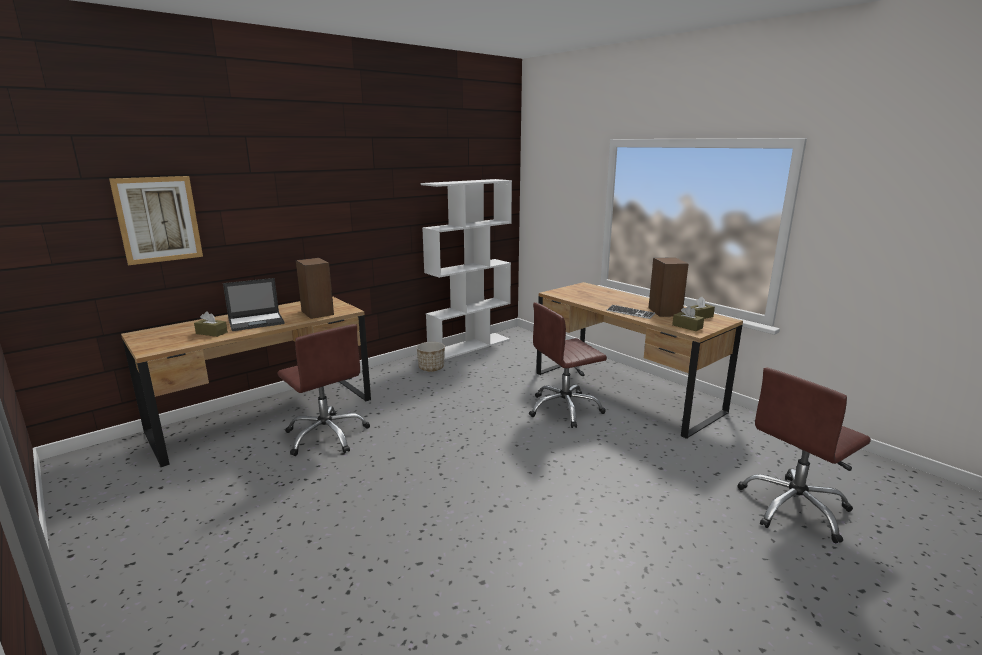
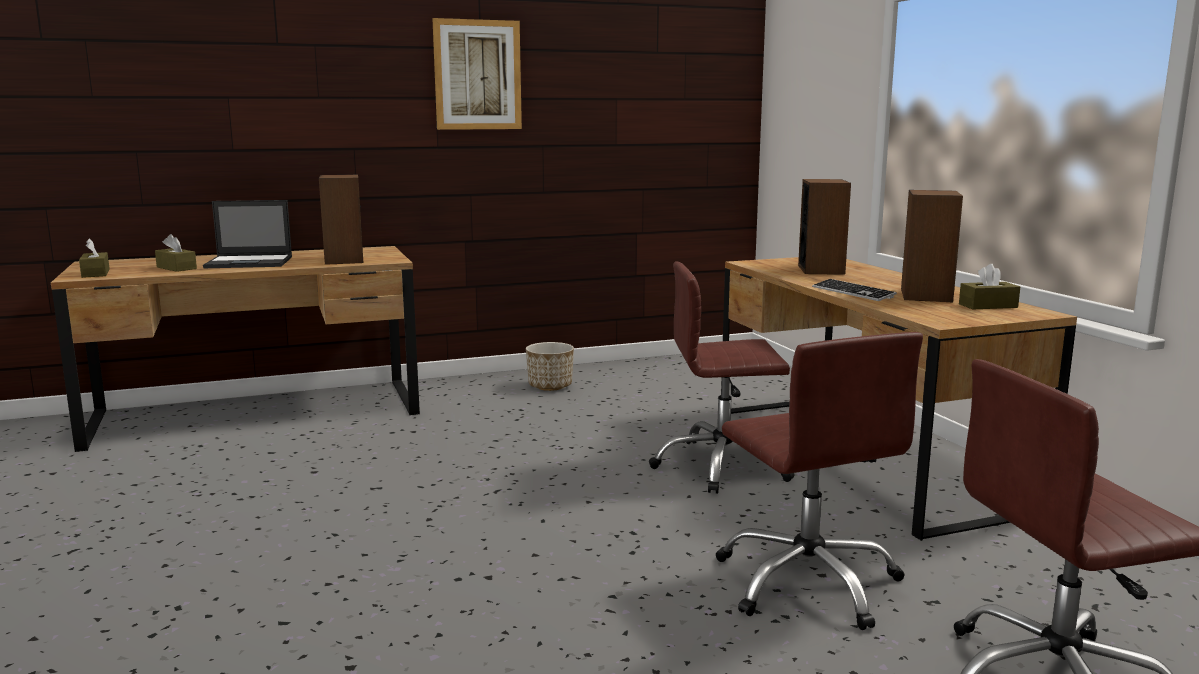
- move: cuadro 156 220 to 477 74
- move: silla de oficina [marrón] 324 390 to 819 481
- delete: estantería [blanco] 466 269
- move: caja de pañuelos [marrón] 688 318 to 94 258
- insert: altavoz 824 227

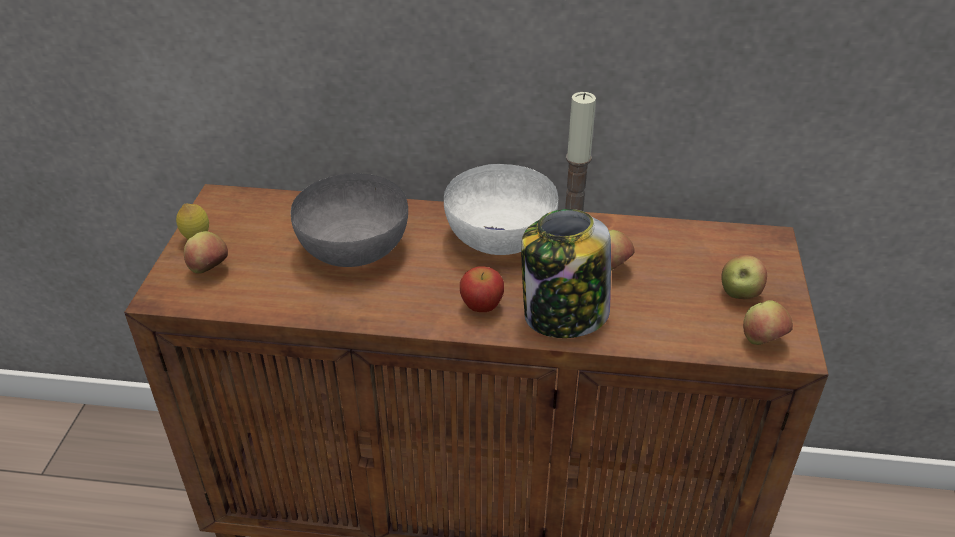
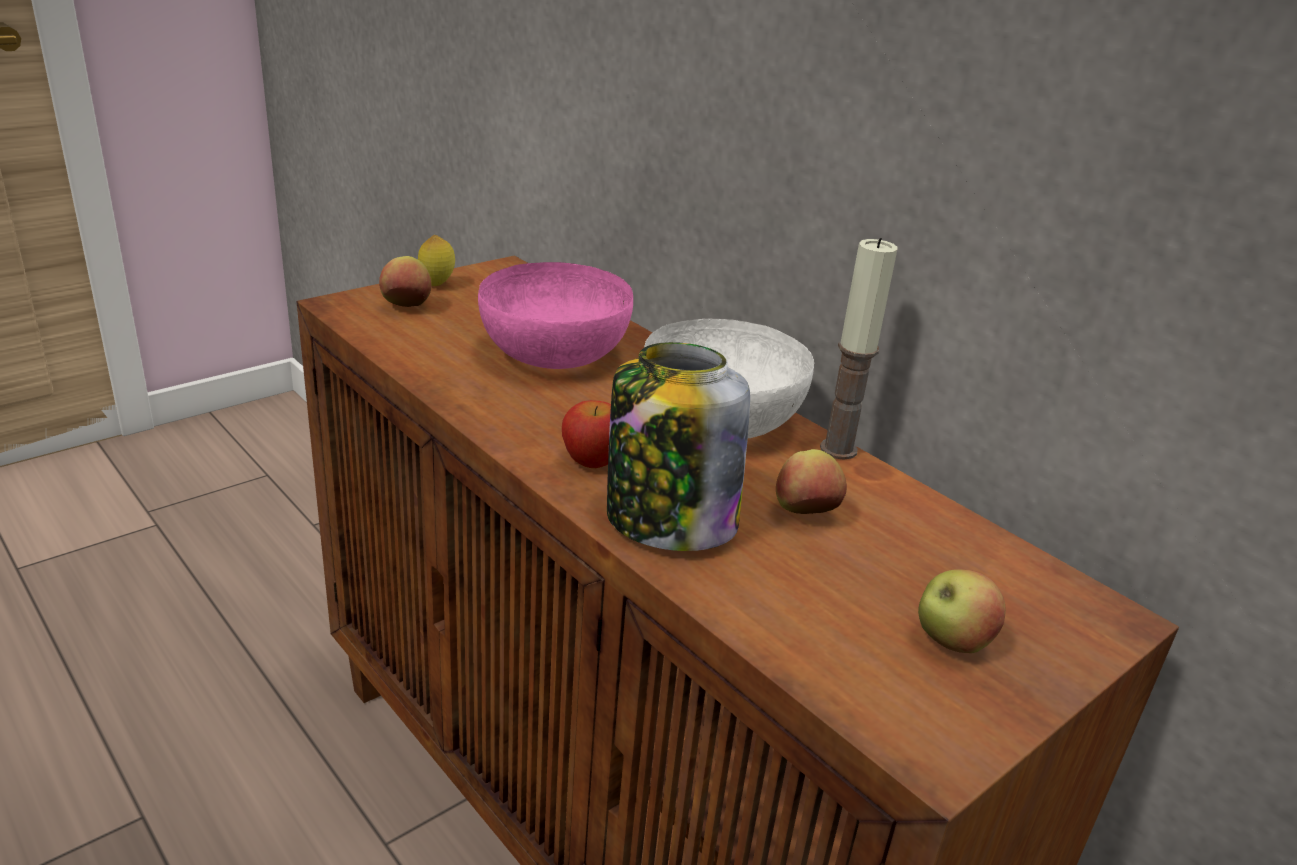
- recolor: cuenco [gris] 349 220 to cuenco [rosa] 555 315
- delete: manzana 768 322

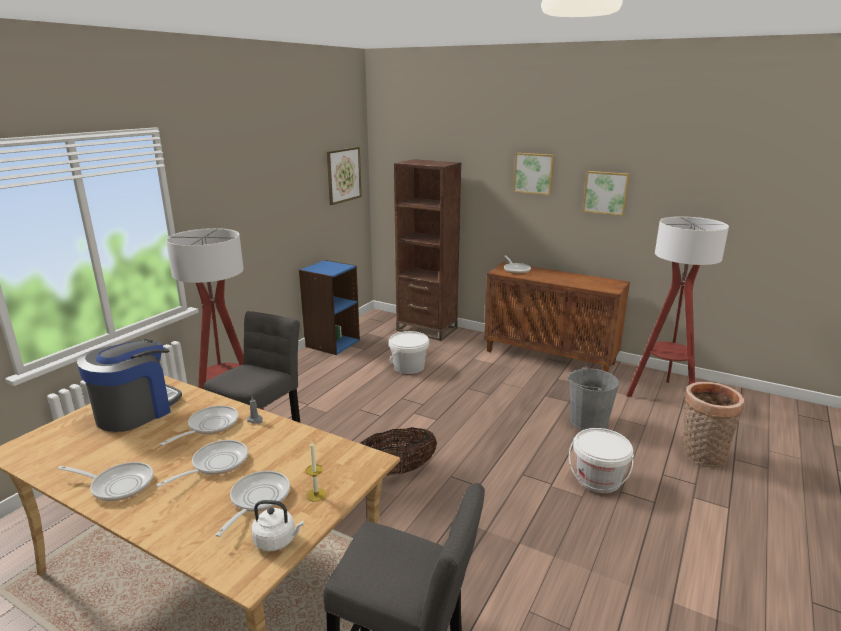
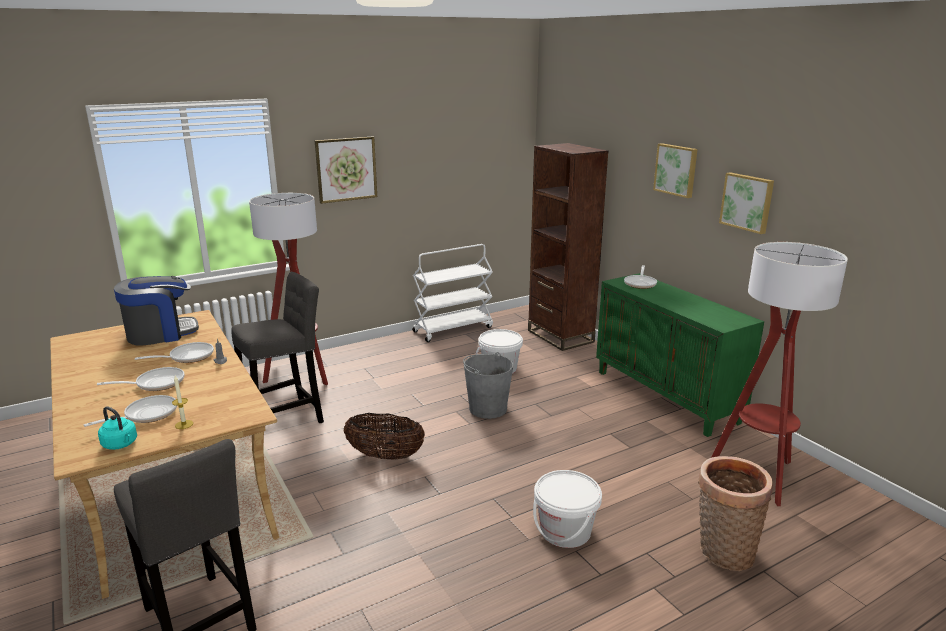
- delete: sartén 105 481
- recolor: hervidor [blanco] 277 525 to hervidor [turquesa] 117 428
- replace: estantería [azul] 329 307 to carrito [blanco] 452 293
- move: cuadro 344 176 to 346 170
- recolor: armario [marrón] 557 317 to armario [verde] 680 355
- move: cubo [gris] 593 398 to 488 385

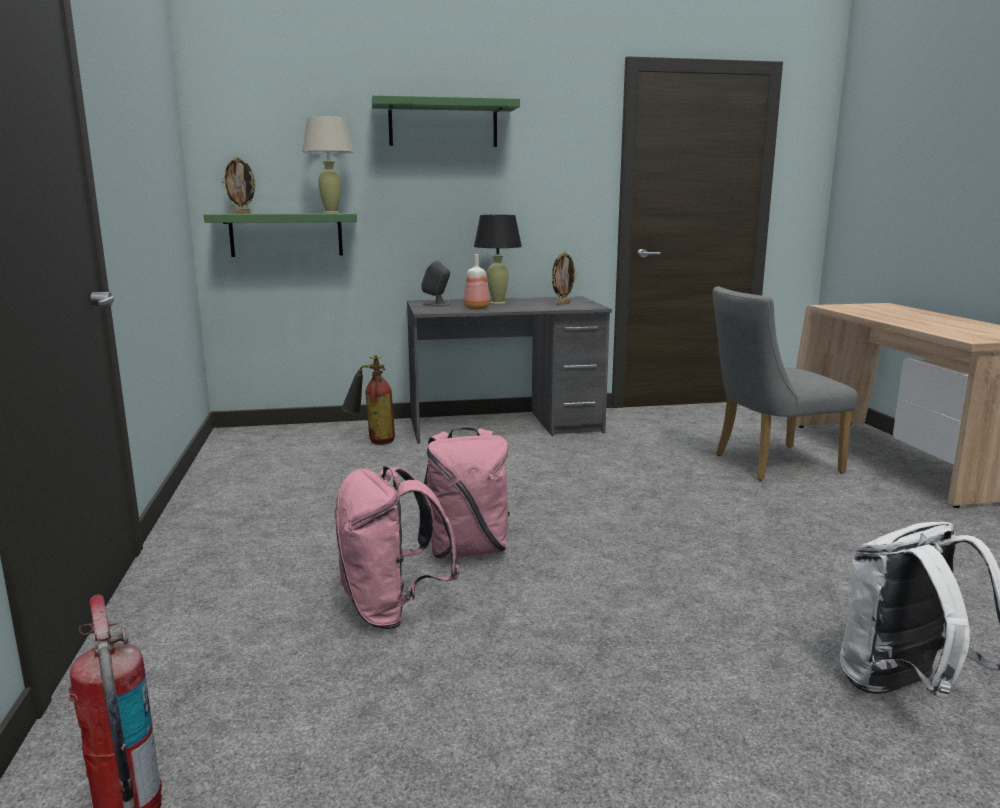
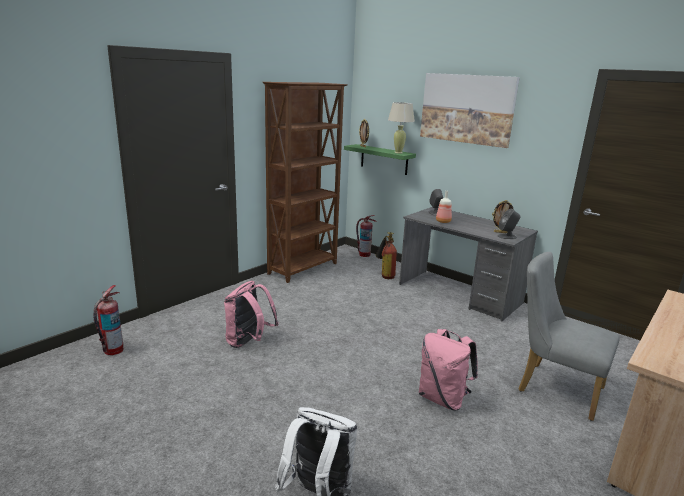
- replace: estante [verde] 446 121 to cuadro 470 110
- move: mochila [rosa] 467 492 to 448 369
- delete: lámpara de mesa [negro] 498 259
- insert: estantería [marrón] 305 182
- insert: extintor 366 236
- insert: altavoz [gris] 509 224

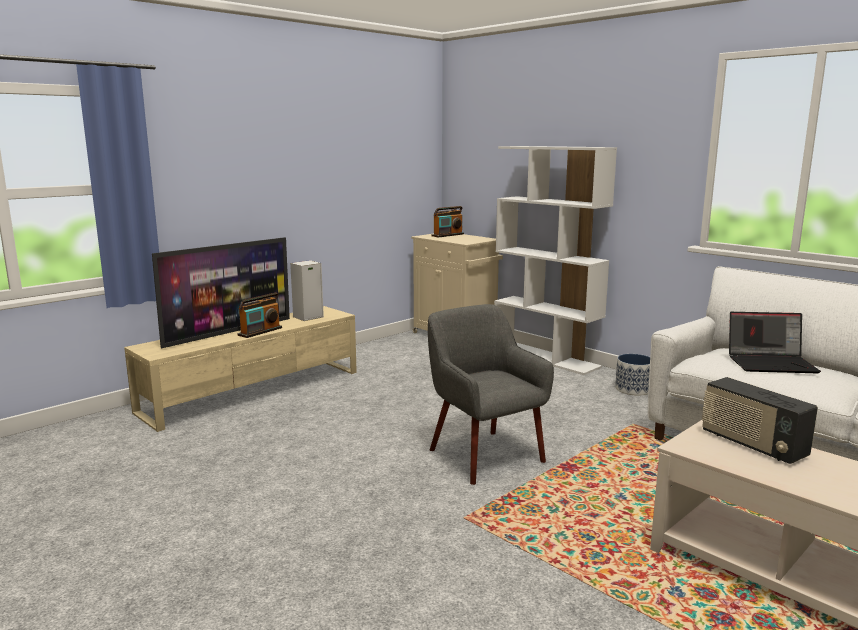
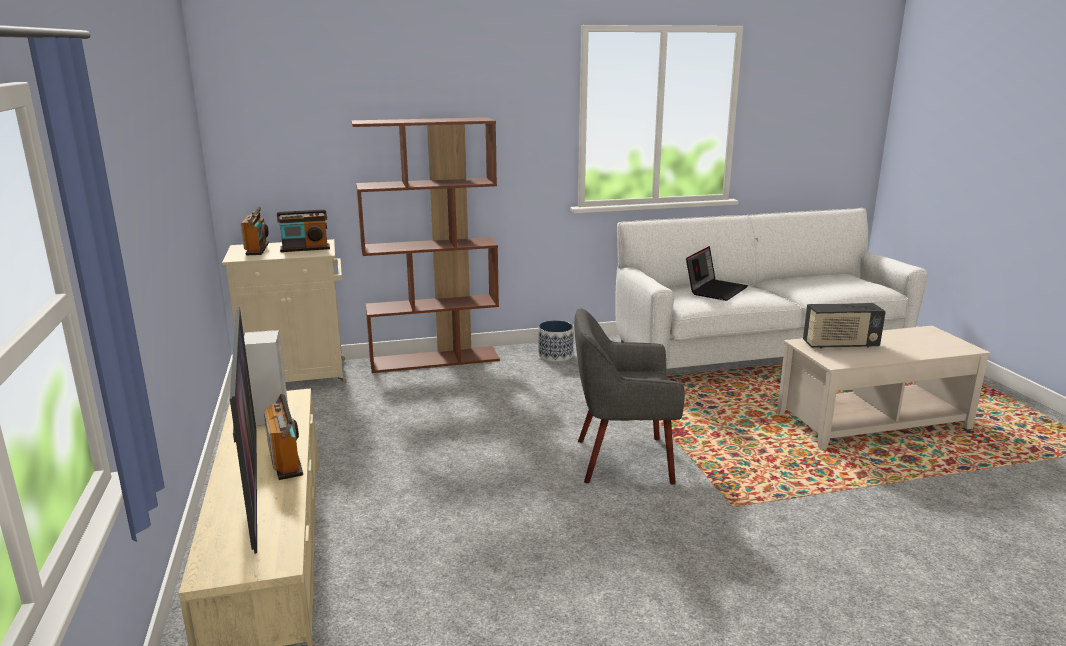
- recolor: estantería [blanco] 555 260 to estantería [marrón] 425 245
- insert: radio 303 231

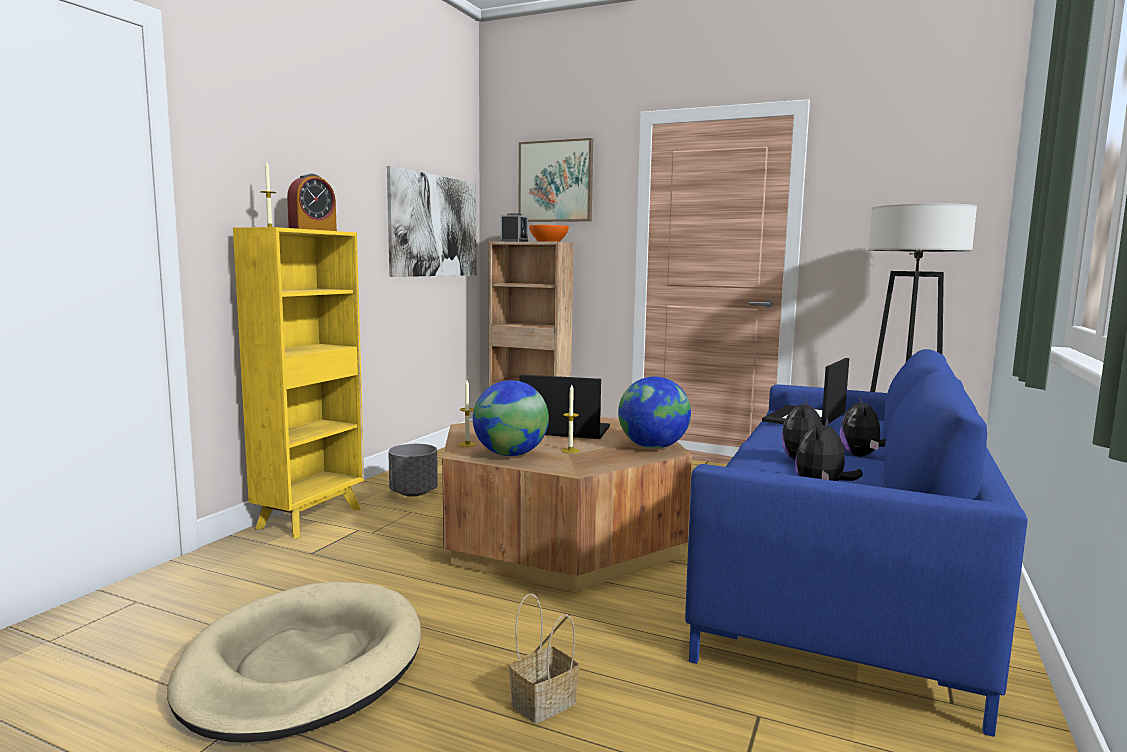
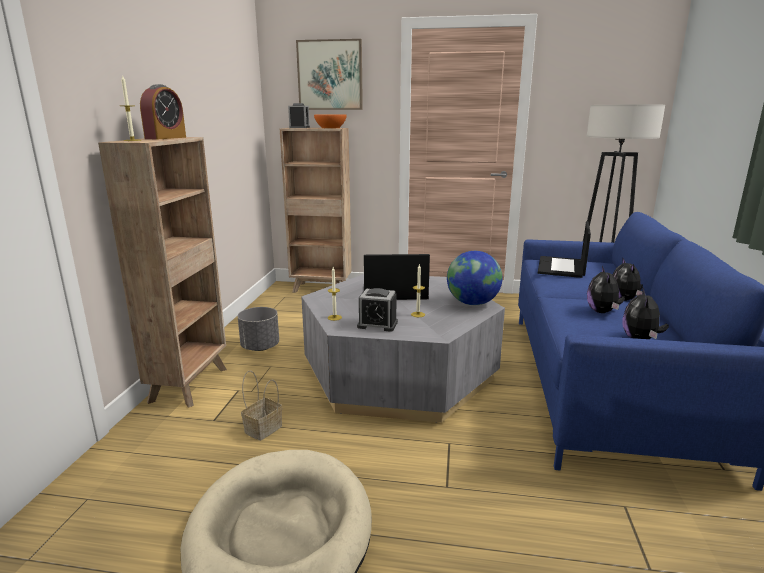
- recolor: estantería [amarillo] 298 382 to estantería [marrón] 162 272
- delete: cuadro 432 221
- recolor: mesa de centro [marrón] 567 504 to mesa de centro [gris] 403 348
- replace: globo terráqueo 511 418 to despertador 377 310
- move: cesta 544 659 to 261 405

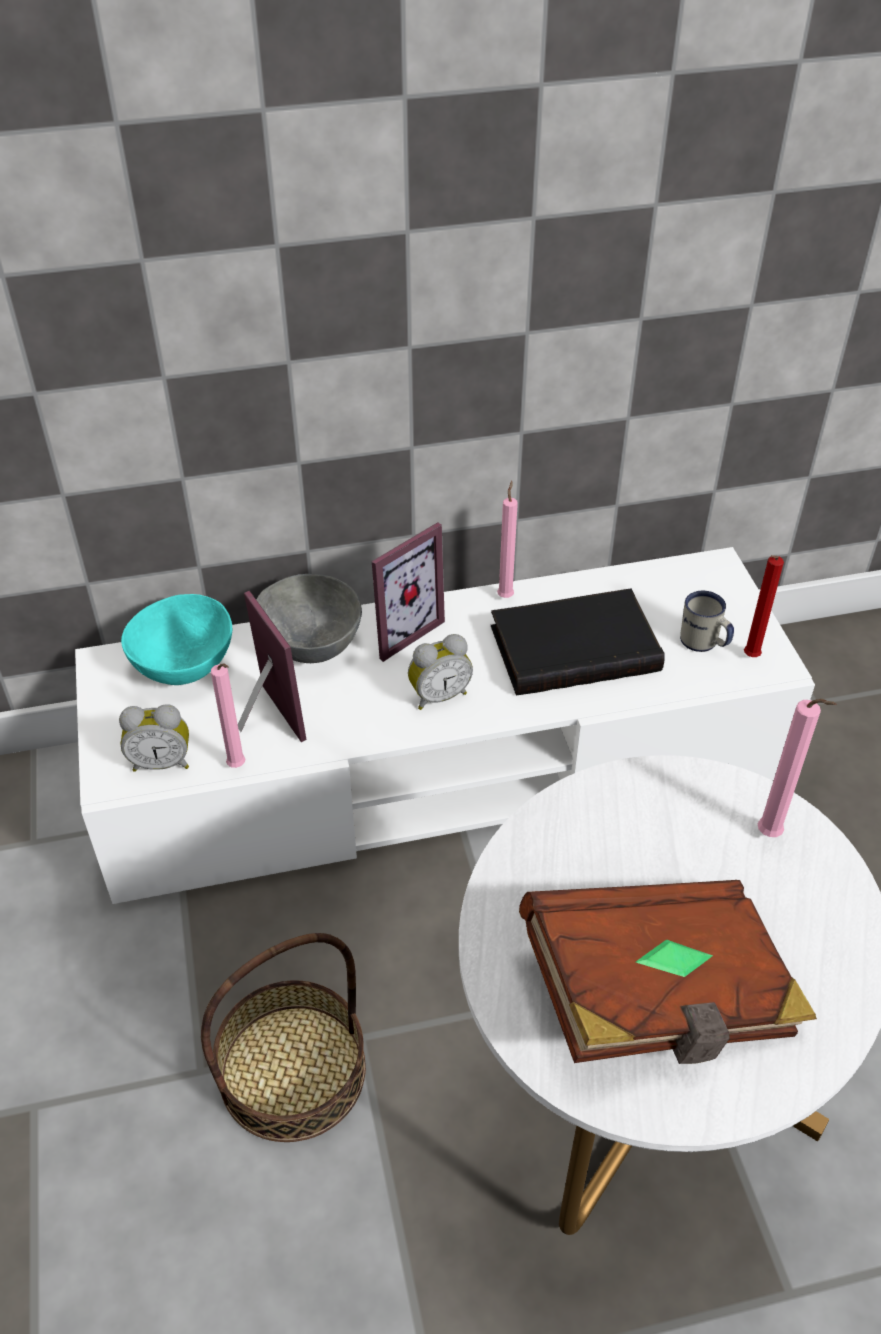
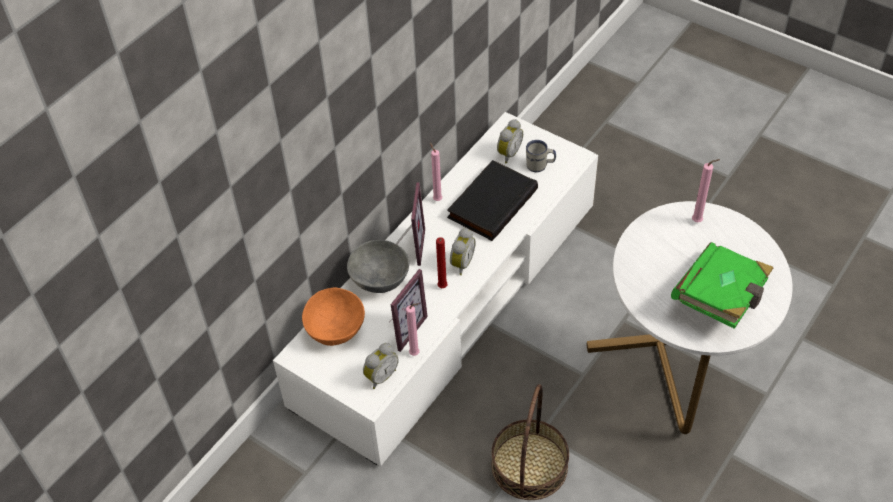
- recolor: cuenco [turquesa] 176 639 to cuenco [naranja] 333 317
- rotate: portarretratos 272 666 = 409 310 105 degrees clockwise
- recolor: libro [marrón] 668 972 to libro [verde] 722 285
- move: vela [rojo] 764 606 to 442 262
- insert: despertador 510 141

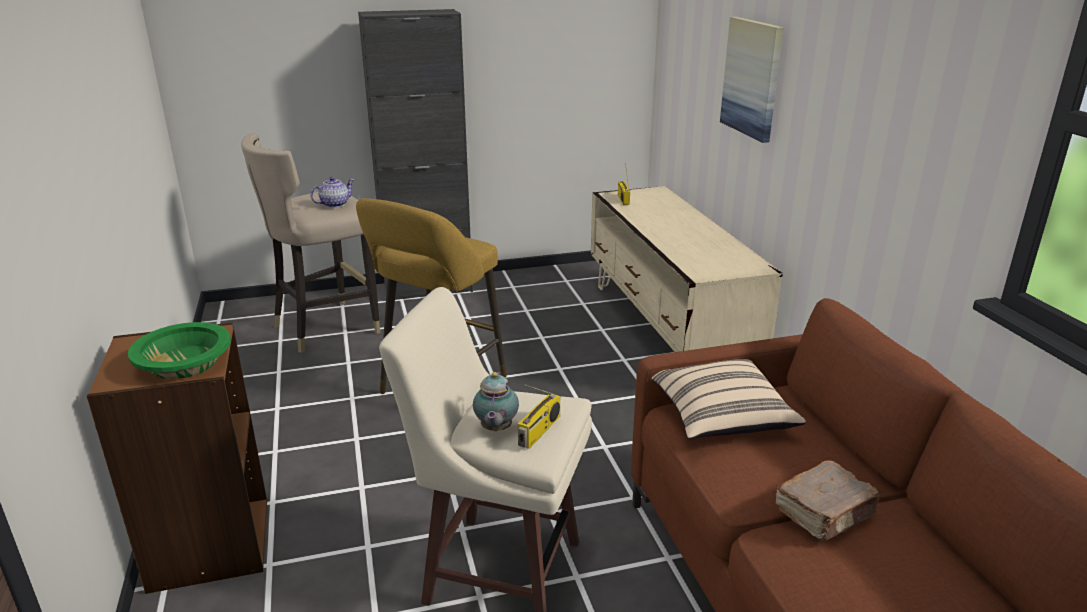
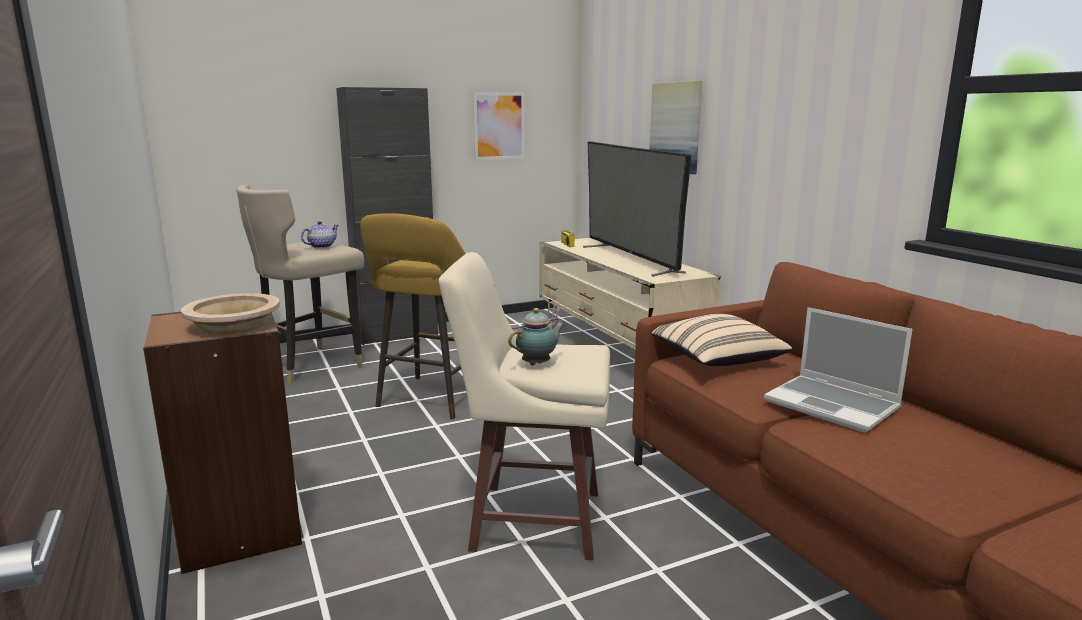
- recolor: cuenco [verde] 179 350 to cuenco [beis] 230 313
- rotate: tetera 496 401 = 536 337 120 degrees counterclockwise
- delete: radio 539 416
- replace: libro [marrón] 828 500 to portátil 838 369
- insert: cuadro 499 126
- insert: televisor 637 209

